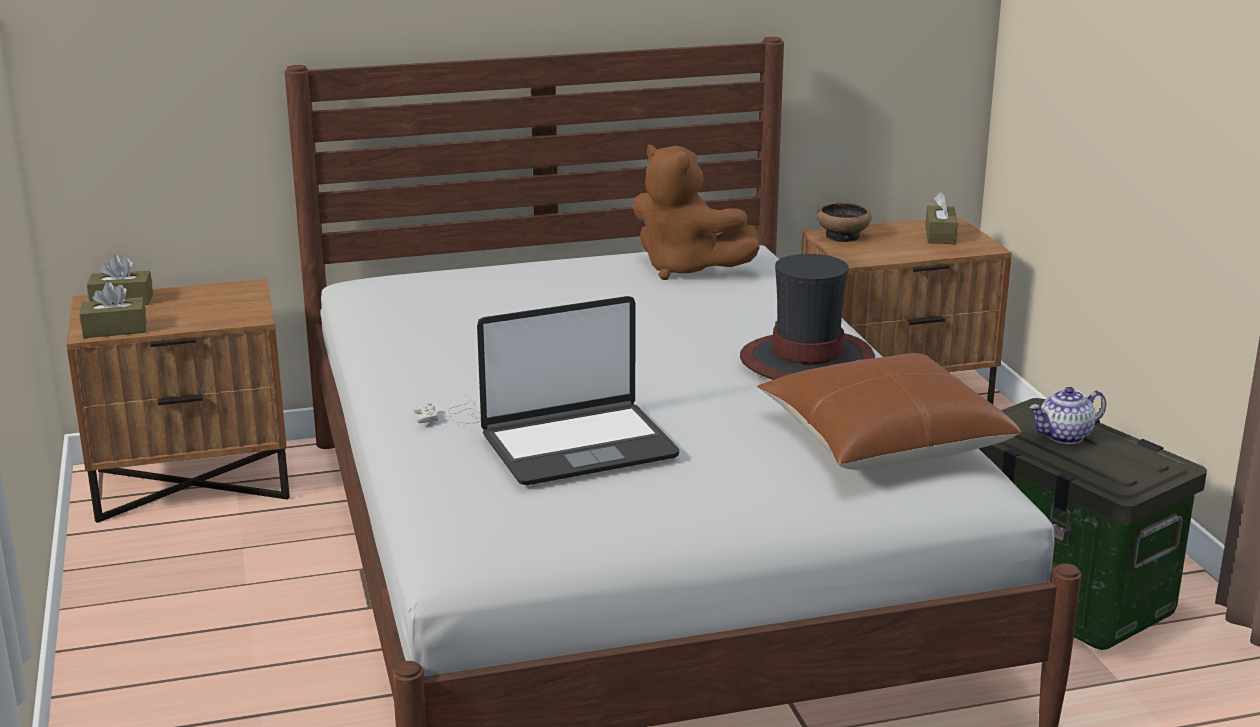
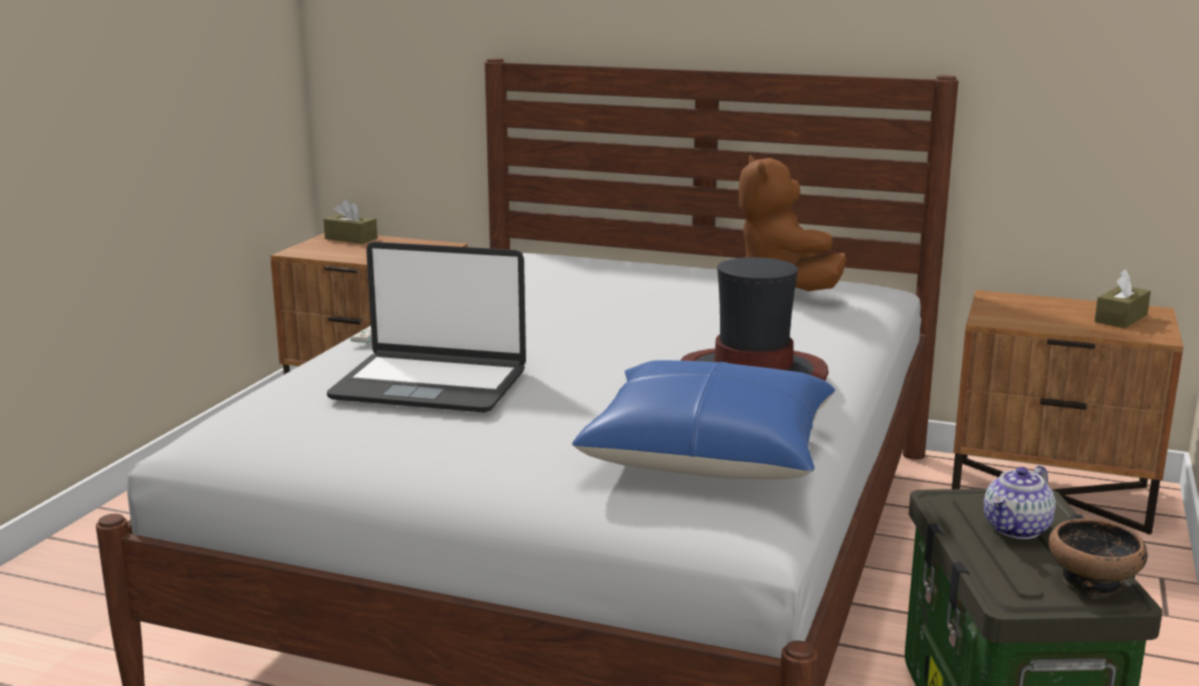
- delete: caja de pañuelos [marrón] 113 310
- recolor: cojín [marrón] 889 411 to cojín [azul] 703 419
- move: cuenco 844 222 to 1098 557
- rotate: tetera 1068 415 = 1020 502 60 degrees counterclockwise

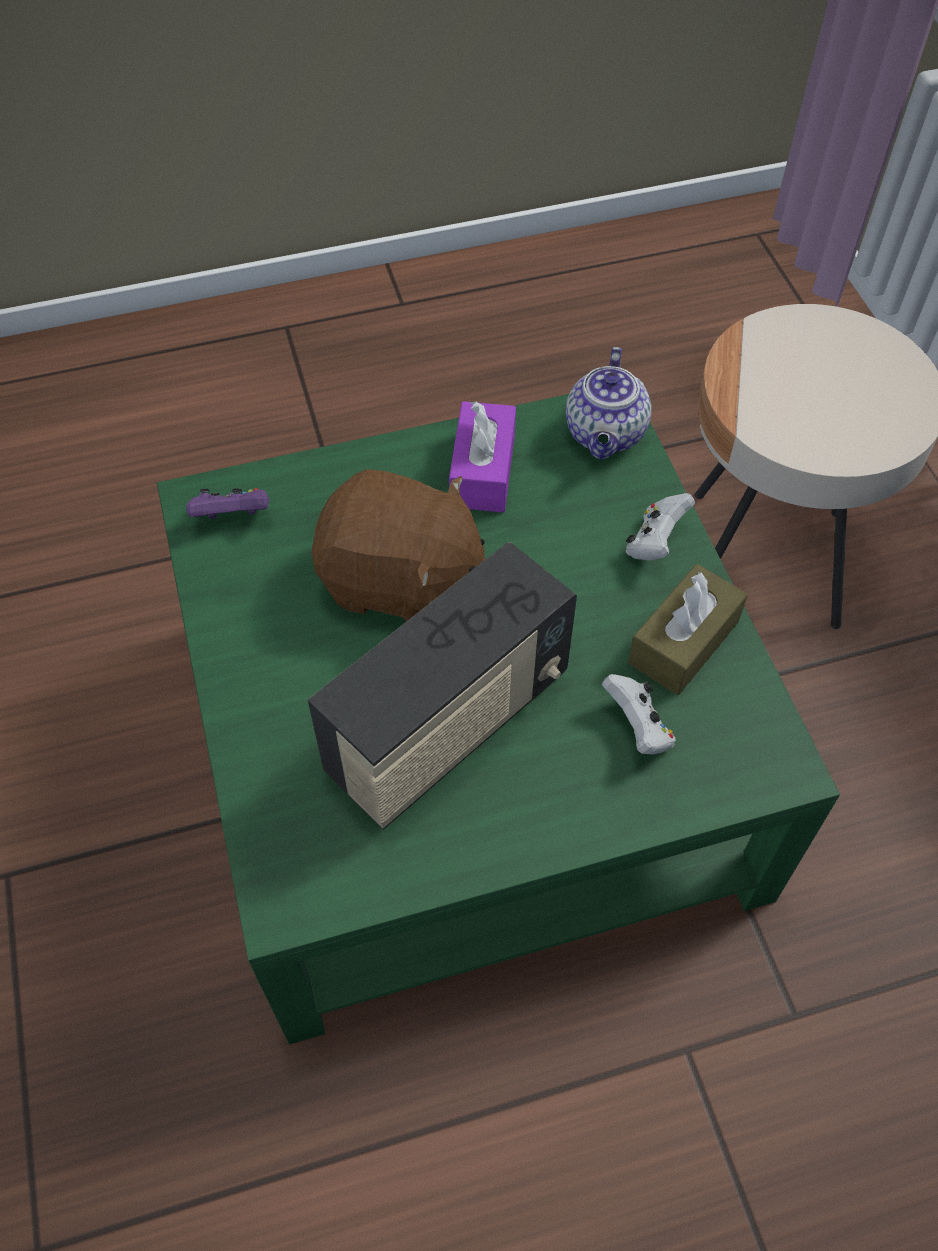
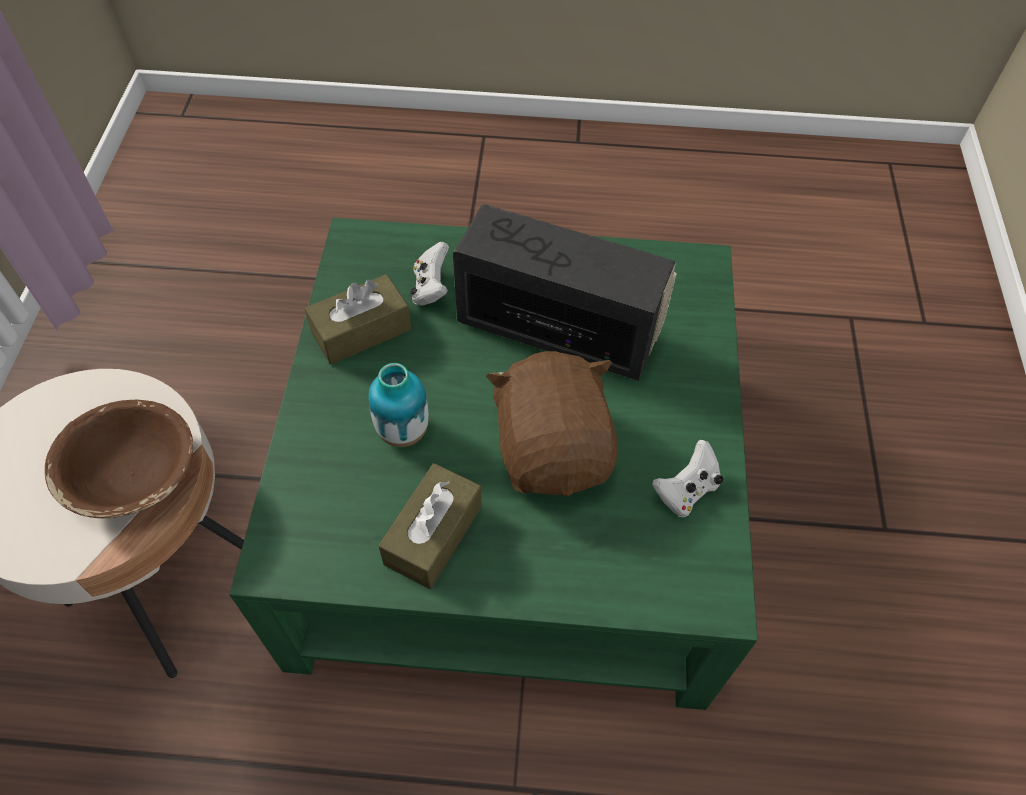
- delete: mando de consola [morado] 227 503
- rotate: radio 442 685 = 564 292 45 degrees clockwise
- rotate: peluche [marrón] 398 545 = 552 424 45 degrees clockwise
- recolor: caja de pañuelos [morado] 482 456 to caja de pañuelos [marrón] 430 526
- delete: tetera 609 403
- move: mando de consola [blanco] 660 527 to 687 478
- insert: cuenco [marrón] 119 459
- insert: florero 398 405

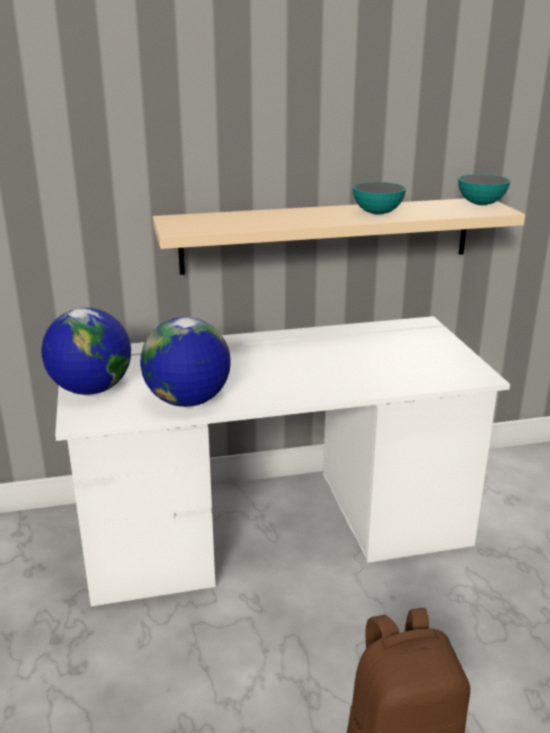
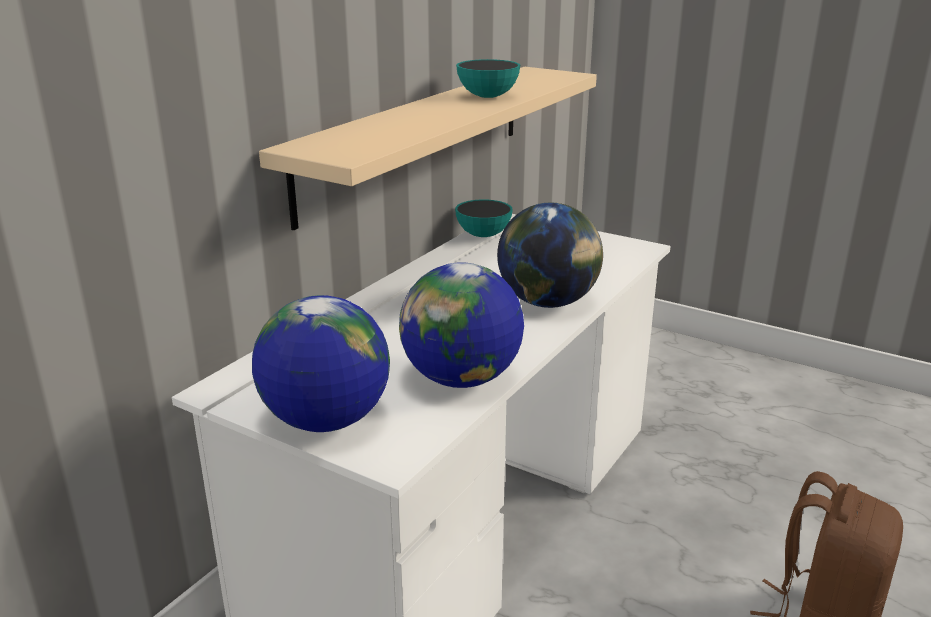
- move: cuenco 484 189 to 484 218
- insert: globo terráqueo 550 255

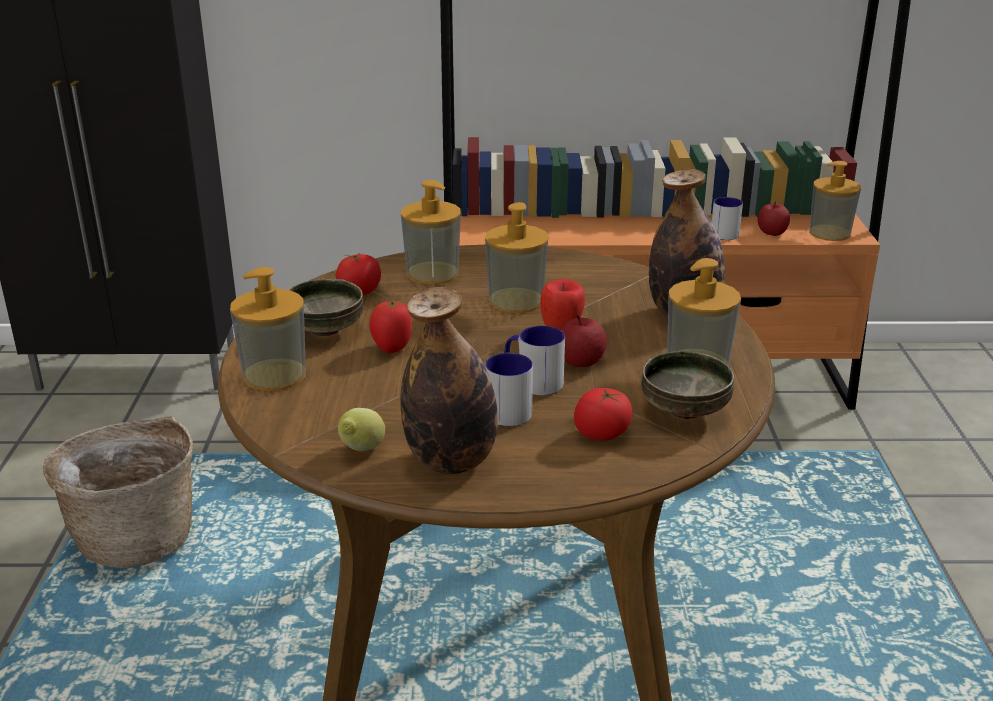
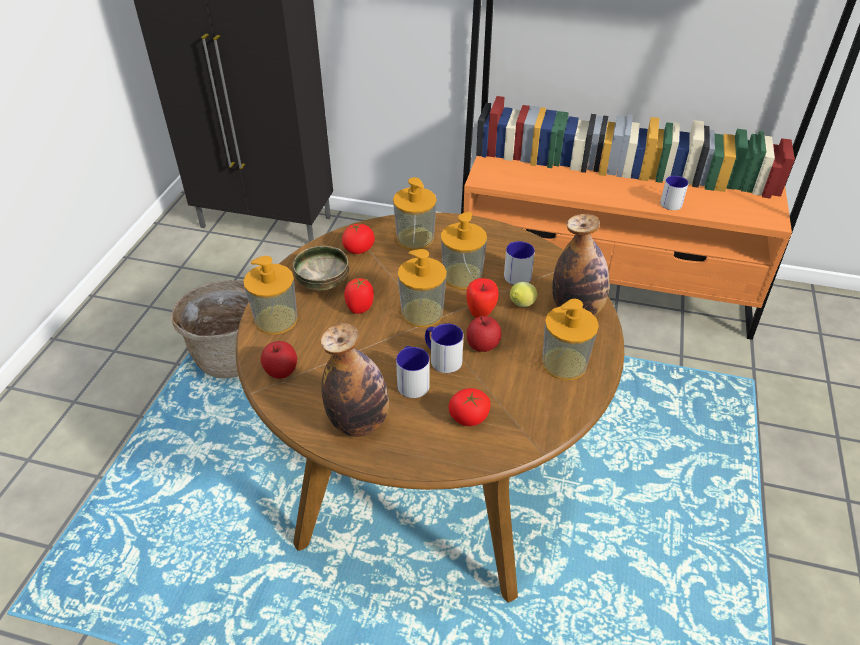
- move: limón 361 429 to 523 294
- delete: cuenco 688 385
- move: manzana 774 218 to 279 360
- move: dispensador de jabón 835 201 to 422 288
- insert: taza grande 519 263

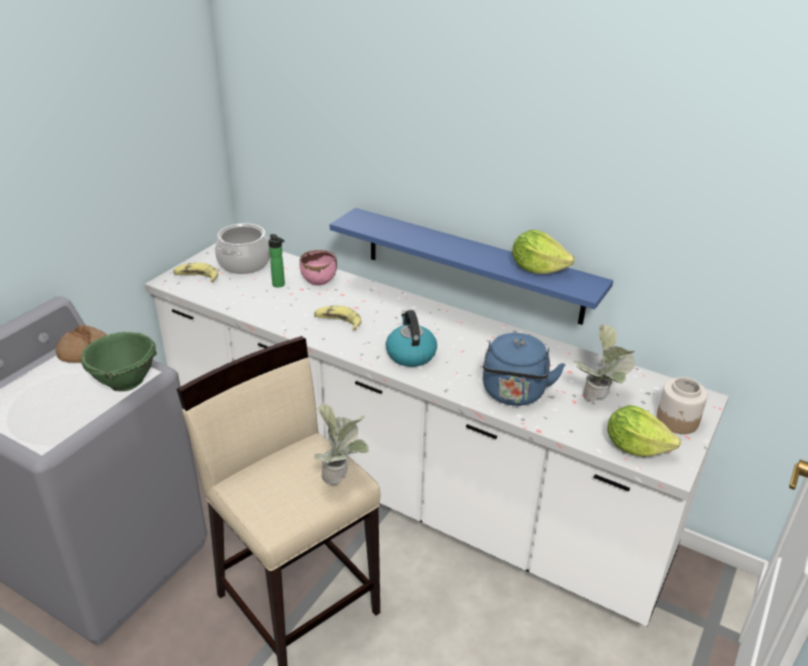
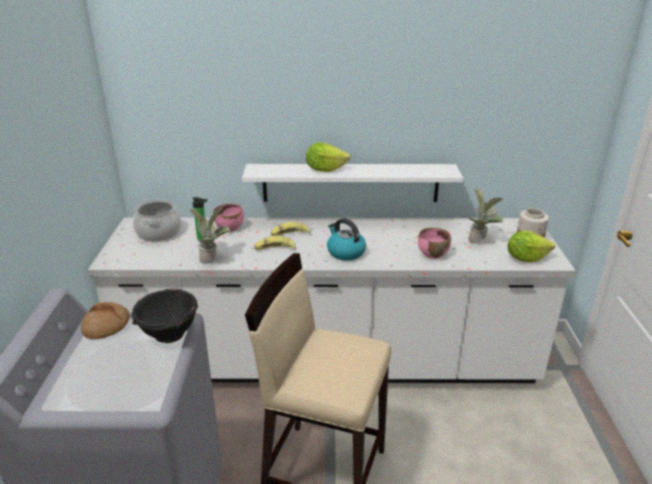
- recolor: cuenco [verde] 119 361 to cuenco [negro] 165 316
- move: plátano 195 272 to 291 229
- move: planta en maceta 341 444 to 210 236
- recolor: estante [azul] 471 266 to estante [blanco] 352 183
- replace: hervidor [azul] 524 369 to cuenco [rosa] 434 243
- move: lechuga 543 252 to 328 157

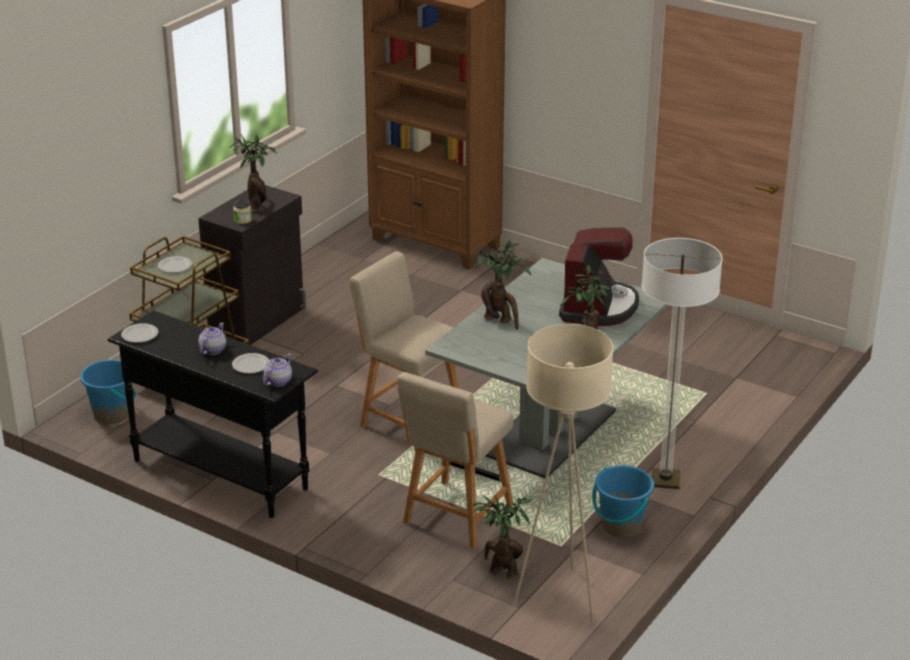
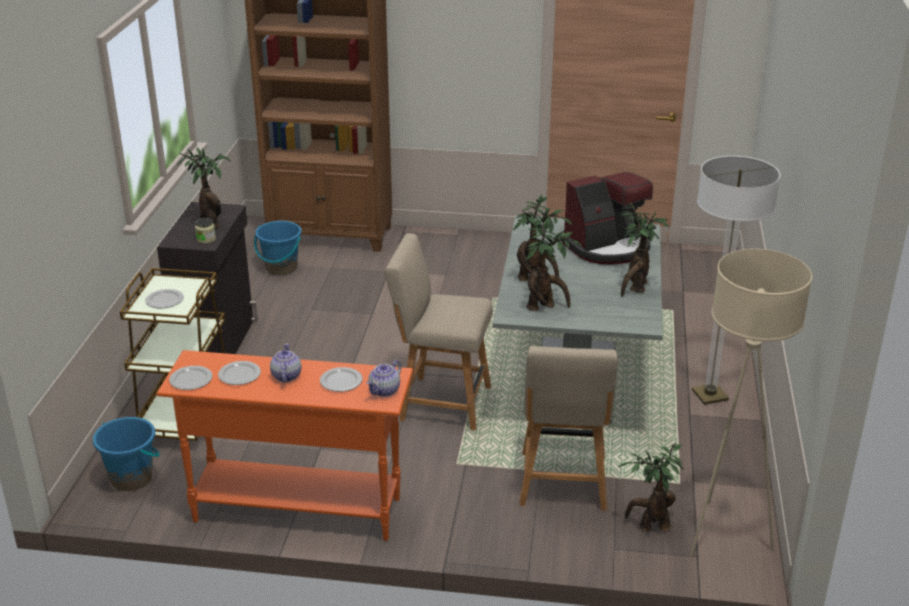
- recolor: mesa consola [negro] 213 414 to mesa consola [naranja] 284 445
- rotate: tetera 277 370 = 383 378 150 degrees counterclockwise
- rotate: cafetera 599 277 = 606 218 75 degrees clockwise
- move: cubo [azul] 623 501 to 278 248
- insert: plato 239 373
- insert: planta en maceta 554 265

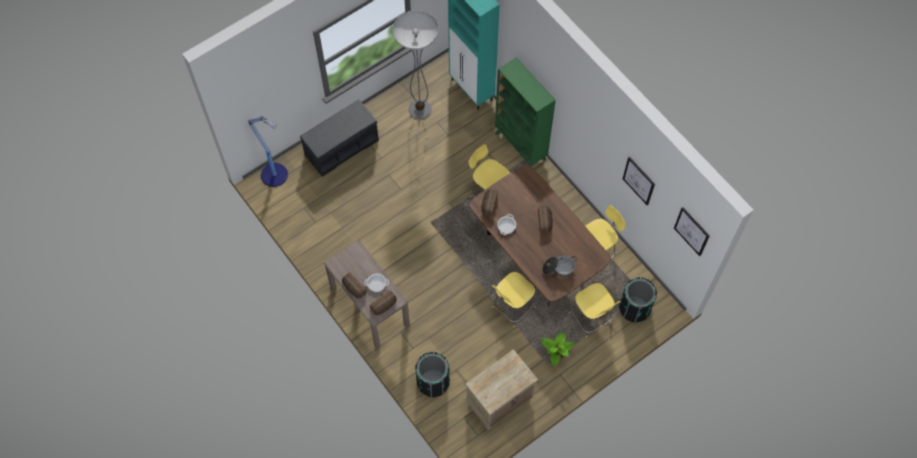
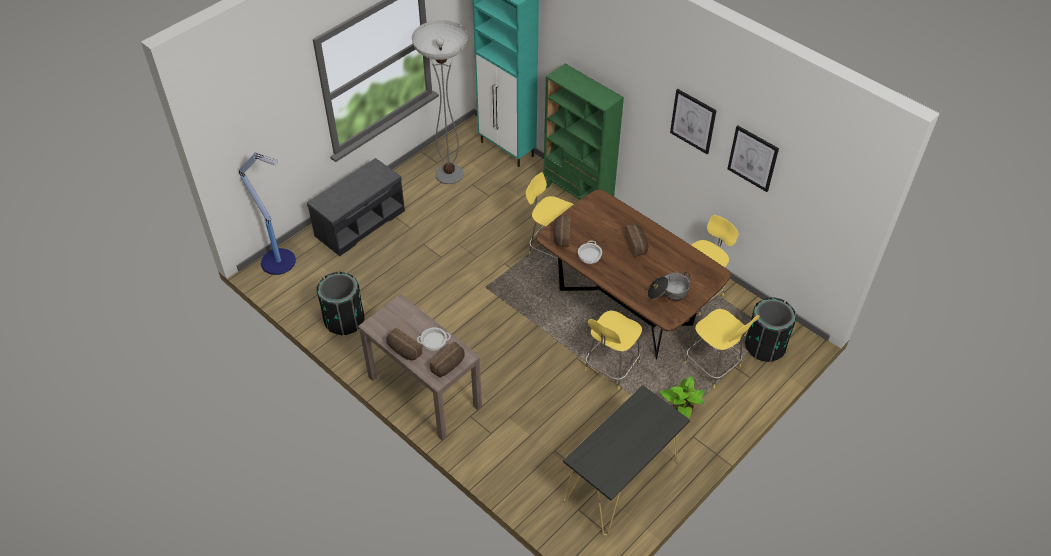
- move: papelera [negro] 432 375 to 340 303
- replace: mesita de noche [beis] 501 389 to mesa consola [negro] 626 460
- move: cuadro 692 231 to 693 121

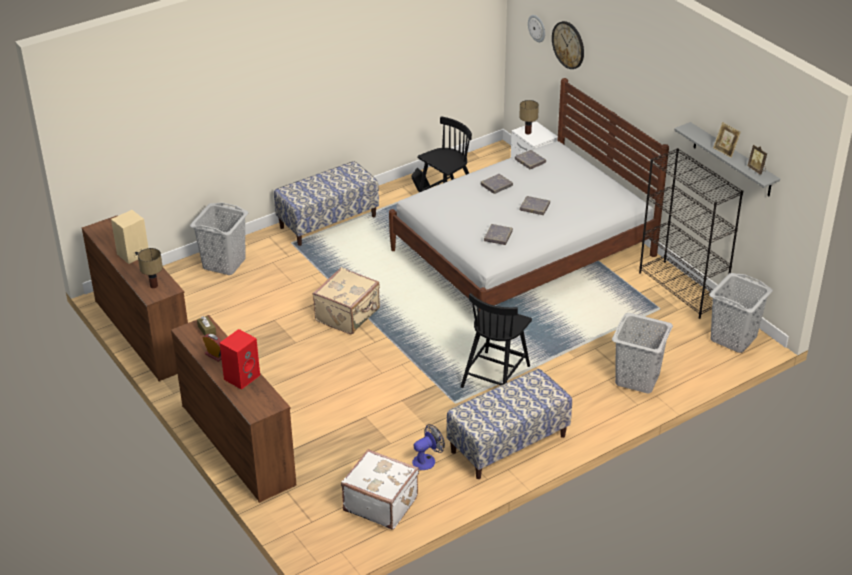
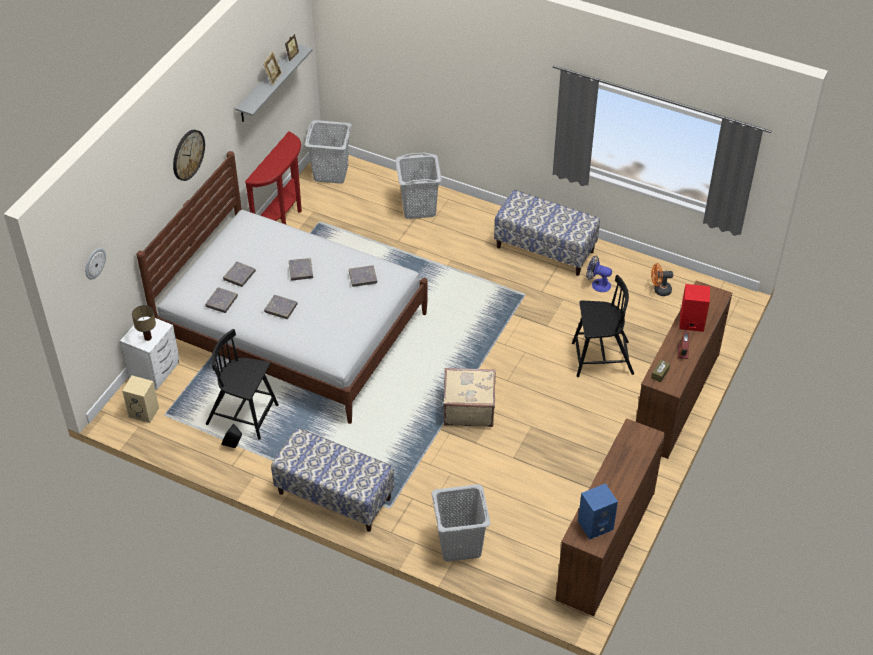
- move: altavoz [beis] 129 237 to 140 399
- delete: lámpara de mesa 150 268
- replace: maleta [blanco] 380 489 to ventilador [naranja] 662 279
- move: silla [negro] 496 340 to 603 326
- move: reloj de pared 568 45 to 189 155
- replace: estantería [negro] 691 233 to mesa consola [rojo] 273 178
- insert: libro [gris] 239 274
- insert: altavoz [azul] 598 511

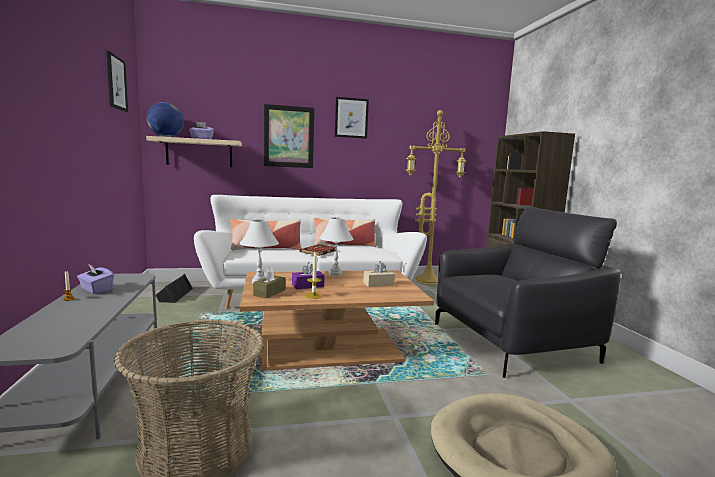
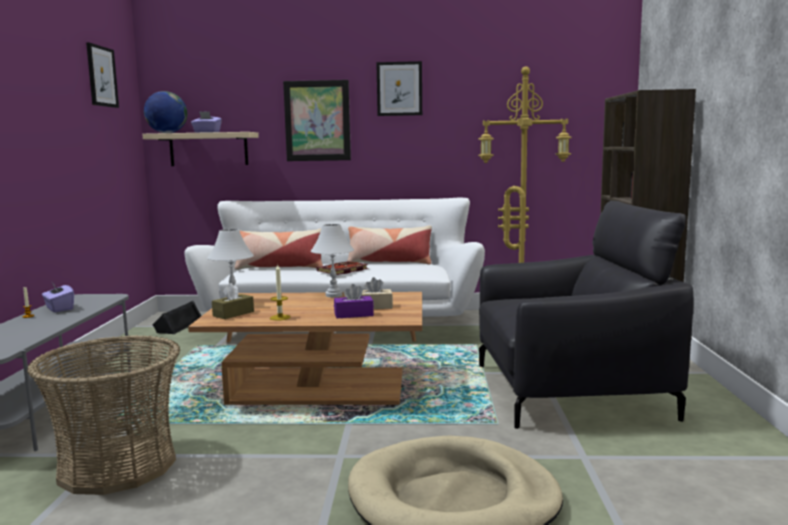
- move: caja de pañuelos [morado] 308 276 to 354 301

